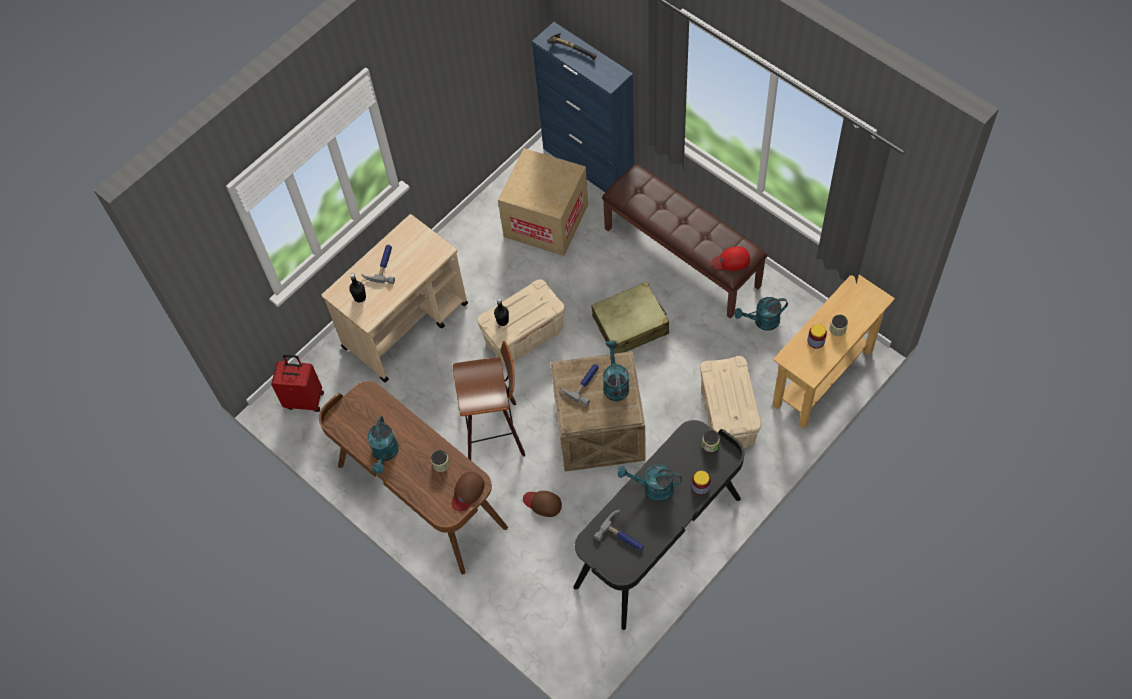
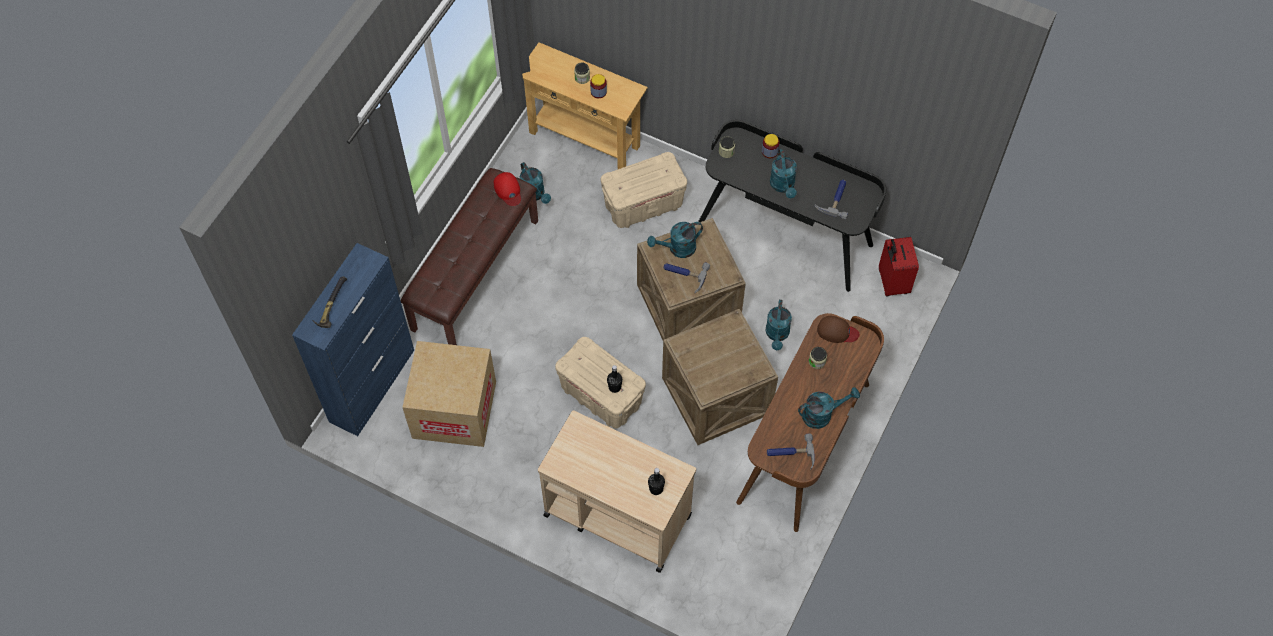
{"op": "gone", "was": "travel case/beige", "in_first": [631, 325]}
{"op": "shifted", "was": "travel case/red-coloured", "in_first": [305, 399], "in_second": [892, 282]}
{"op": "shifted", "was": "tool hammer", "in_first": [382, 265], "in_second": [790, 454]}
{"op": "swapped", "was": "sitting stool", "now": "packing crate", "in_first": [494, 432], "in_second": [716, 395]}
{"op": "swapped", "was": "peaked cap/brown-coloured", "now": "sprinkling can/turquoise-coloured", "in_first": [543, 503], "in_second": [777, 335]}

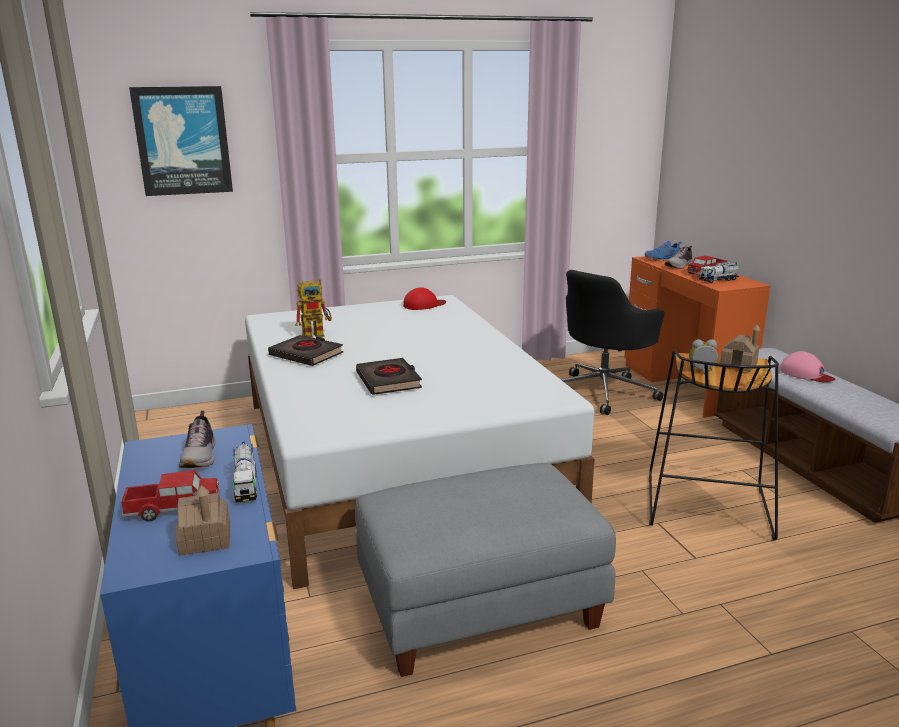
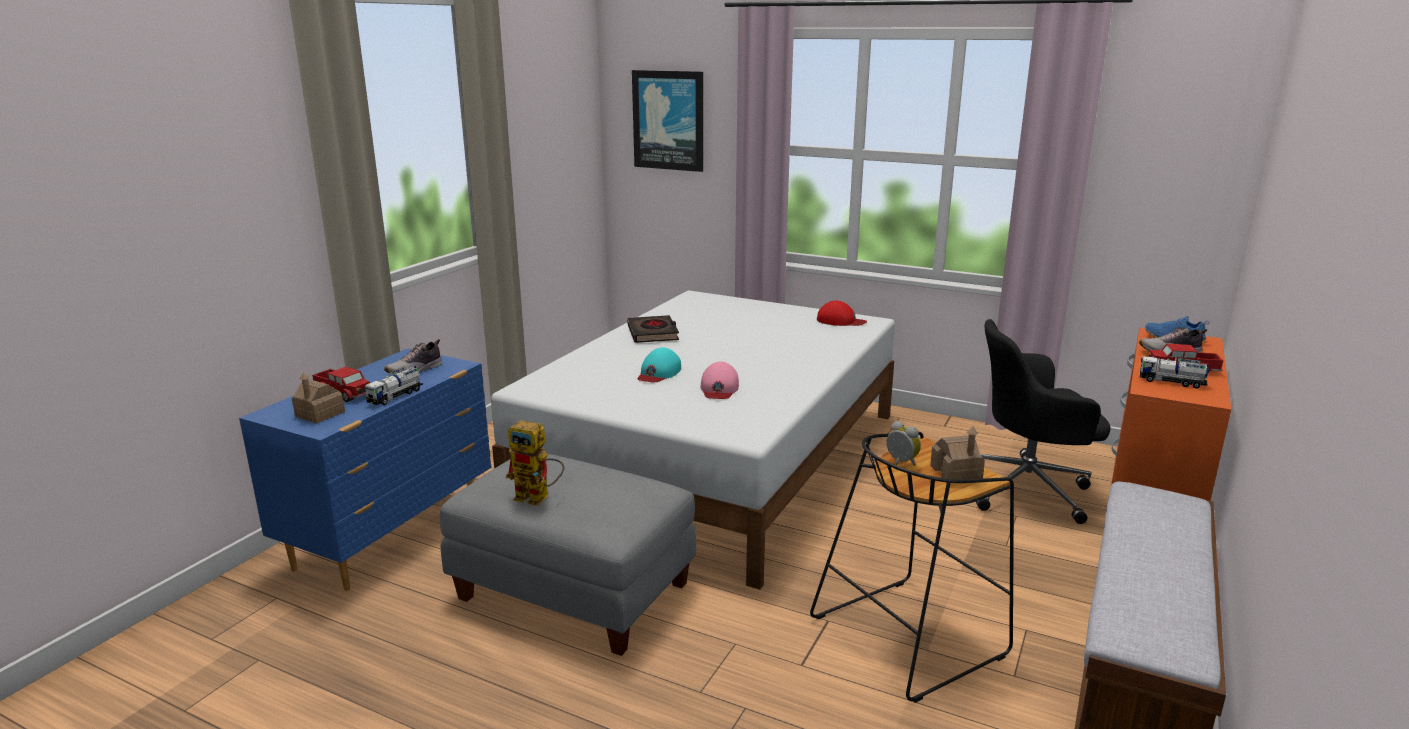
{"op": "shifted", "was": "model robot", "in_first": [317, 334], "in_second": [539, 498]}
{"op": "shifted", "was": "peaked cap/pink-coloured", "in_first": [806, 374], "in_second": [719, 388]}
{"op": "swapped", "was": "volume/black", "now": "peaked cap/turquoise-coloured", "in_first": [389, 381], "in_second": [658, 373]}

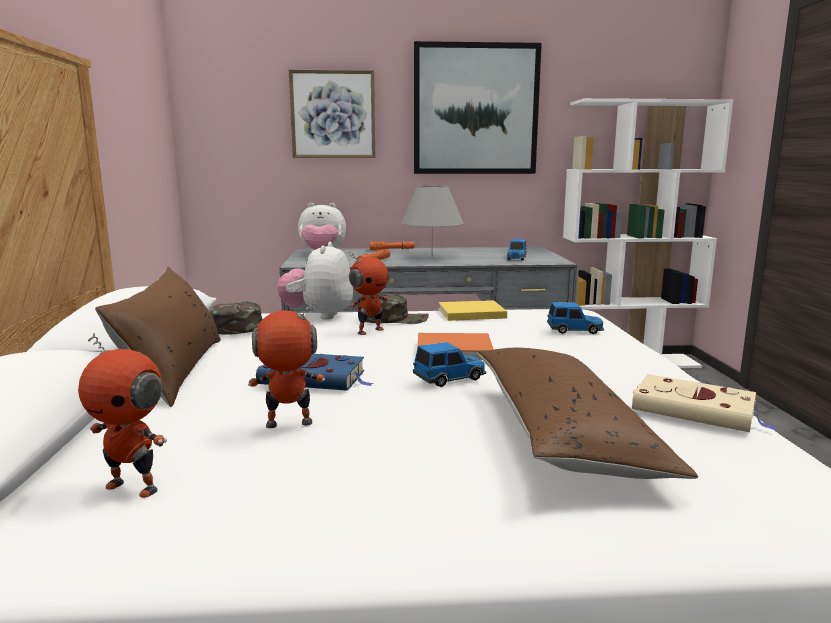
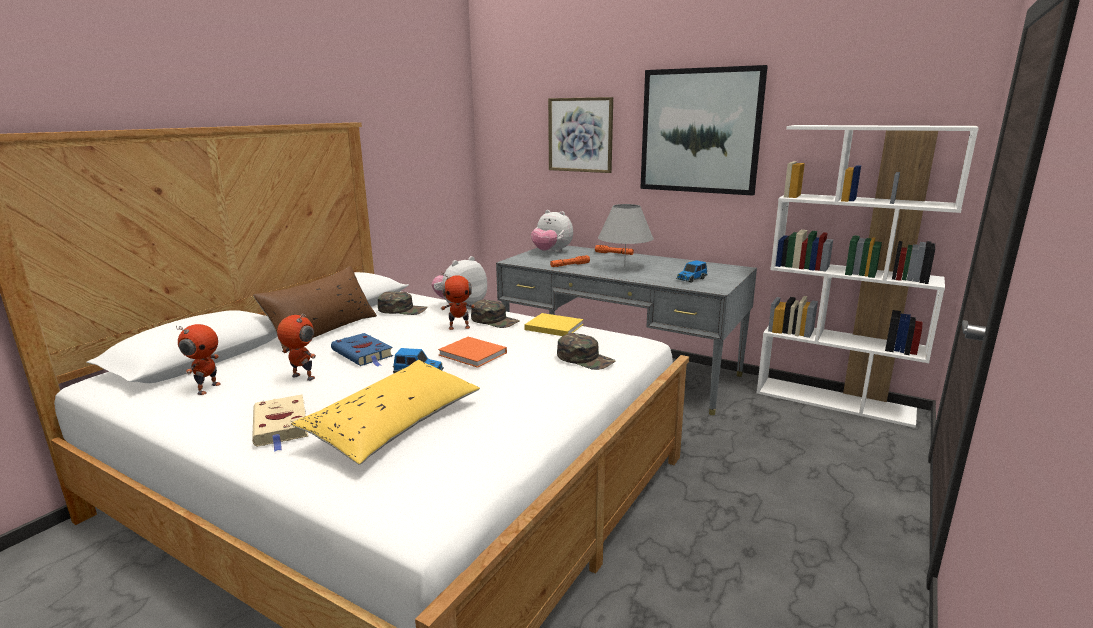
{"op": "shifted", "was": "volume/beige", "in_first": [697, 410], "in_second": [281, 426]}
{"op": "swapped", "was": "toy car", "now": "peaked cap/greenish", "in_first": [574, 330], "in_second": [585, 359]}
{"op": "repainted", "was": "pillow/brown-coloured", "now": "pillow/yellow-coloured", "in_first": [563, 433], "in_second": [395, 423]}
{"op": "rotated", "was": "model robot", "in_first": [134, 487], "in_second": [207, 388], "clockwise": -135}

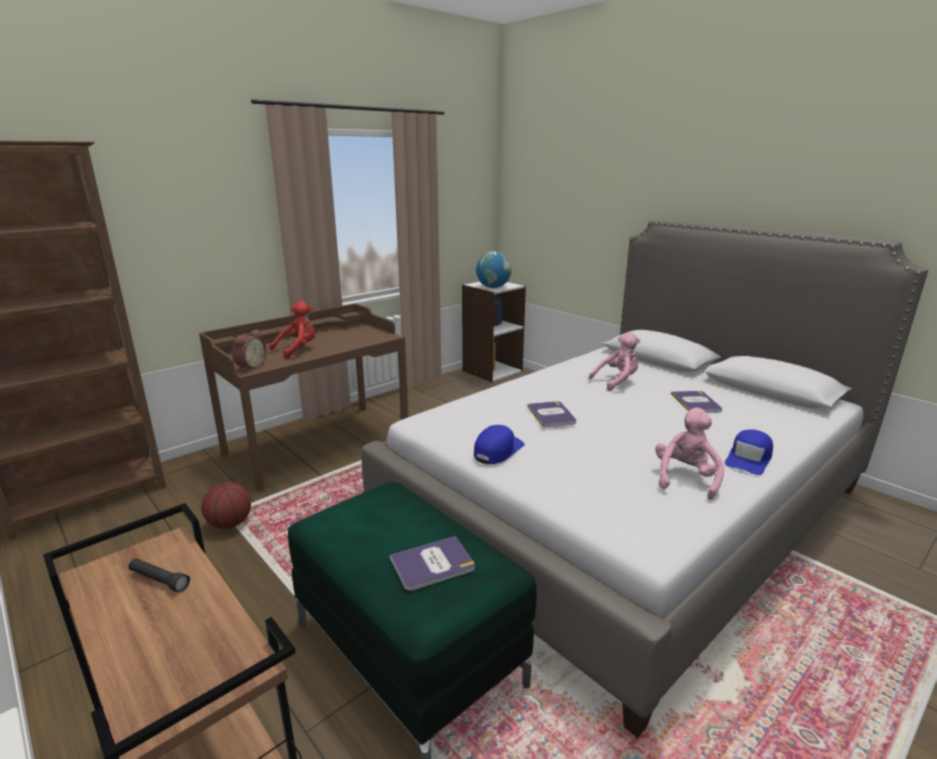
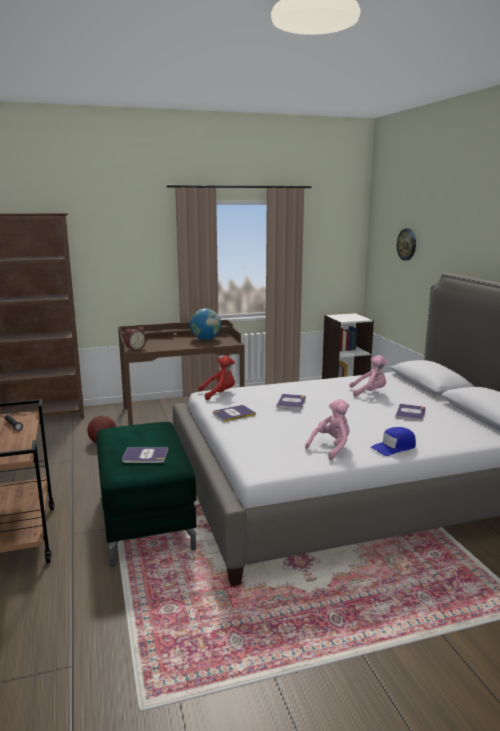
{"op": "new", "now": "hanging clock", "in_second": [407, 244]}
{"op": "shifted", "was": "soft toy/red-coloured", "in_first": [298, 350], "in_second": [219, 394]}
{"op": "shifted", "was": "globe", "in_first": [493, 287], "in_second": [206, 339]}
{"op": "swapped", "was": "peaked cap/blue-coloured", "now": "volume", "in_first": [498, 450], "in_second": [233, 414]}

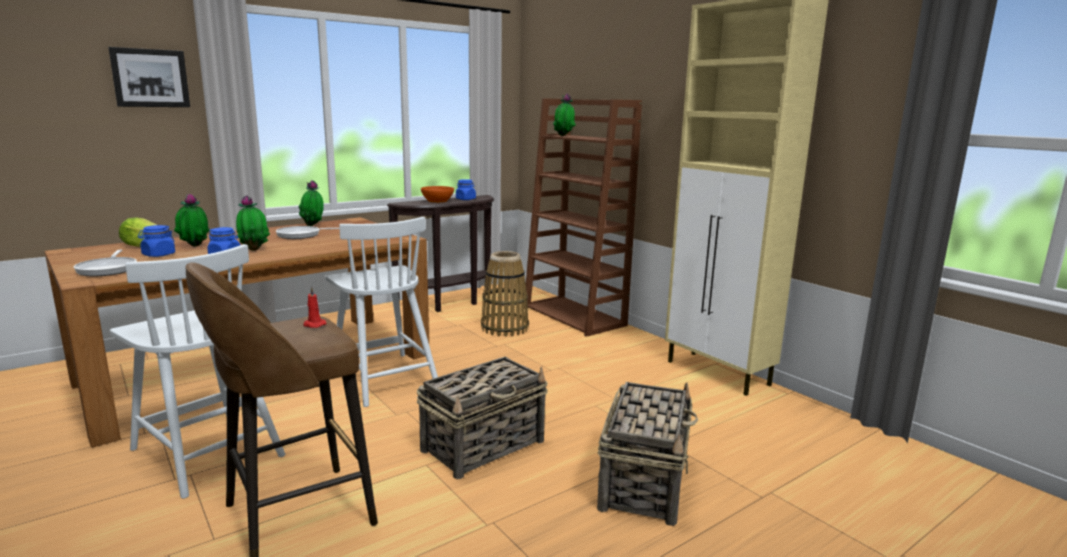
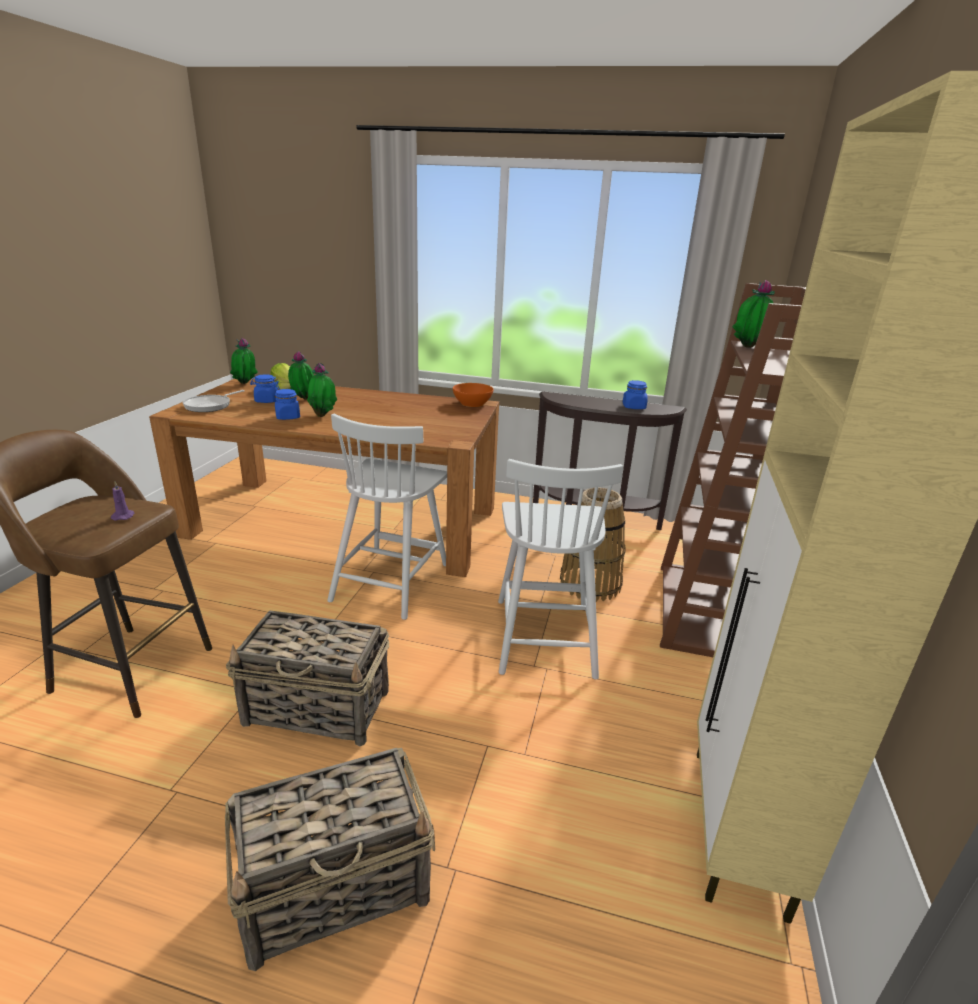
{"op": "gone", "was": "wall picture", "in_first": [150, 78]}
{"op": "gone", "was": "frying pan", "in_first": [301, 235]}
{"op": "shifted", "was": "plain chair/whitish", "in_first": [206, 451], "in_second": [544, 635]}
{"op": "shifted", "was": "potted plant", "in_first": [313, 226], "in_second": [245, 384]}
{"op": "shifted", "was": "bowl/orange-coloured", "in_first": [437, 201], "in_second": [472, 403]}
{"op": "repainted", "was": "wax light/red-coloured", "now": "wax light/purple-coloured", "in_first": [313, 325], "in_second": [123, 516]}

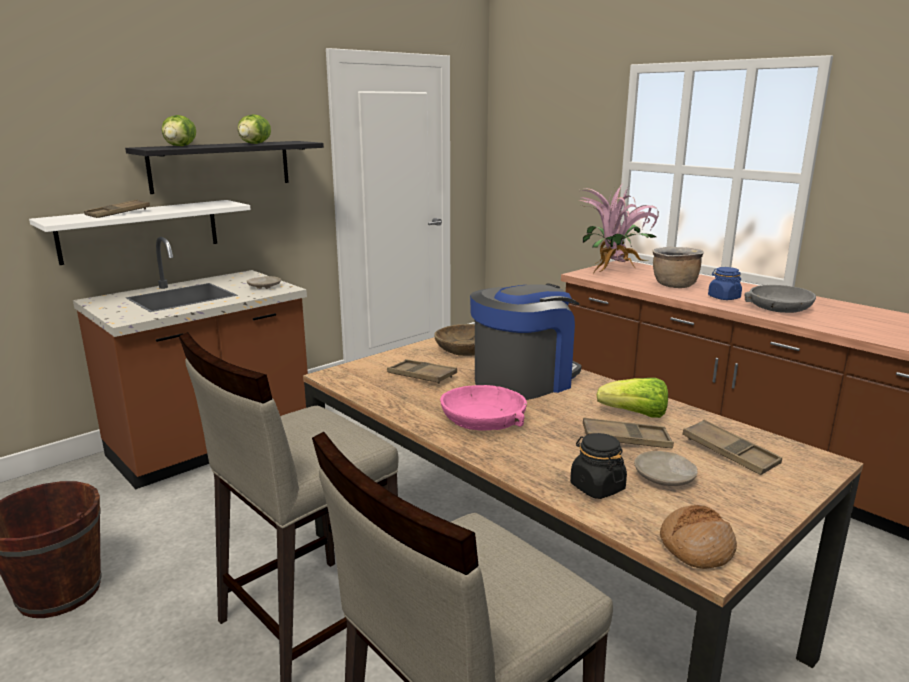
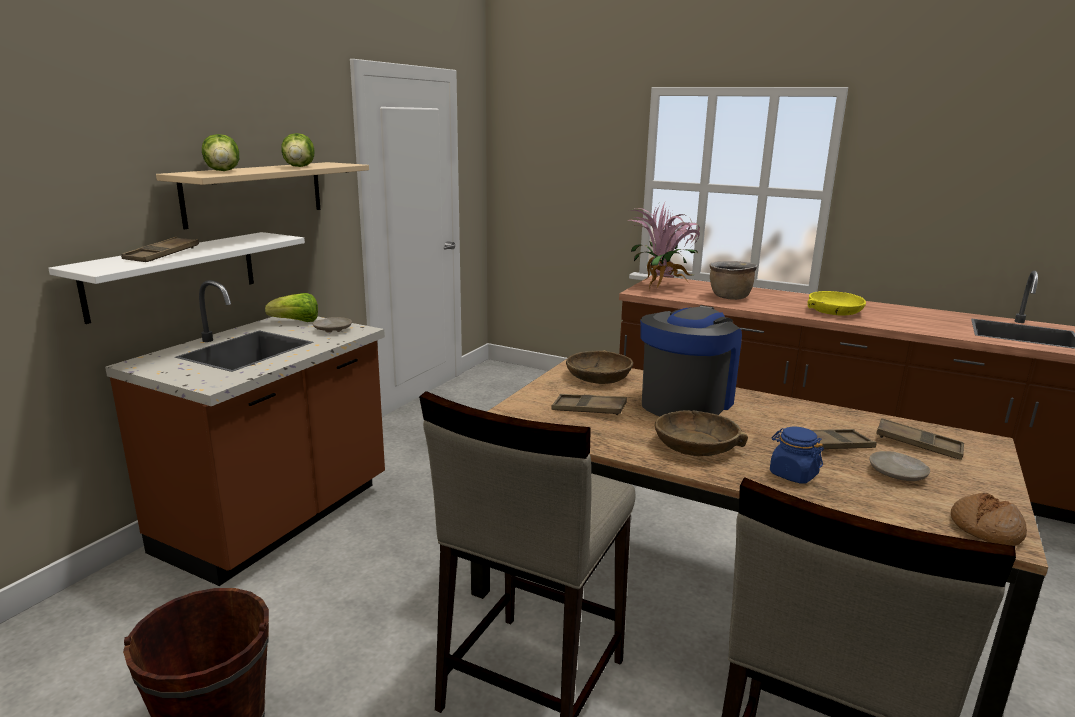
{"op": "gone", "was": "preserve jar/black", "in_first": [597, 487]}
{"op": "shifted", "was": "lettuce head", "in_first": [635, 414], "in_second": [296, 322]}
{"op": "shifted", "was": "preserve jar/blue-coloured", "in_first": [723, 298], "in_second": [793, 474]}
{"op": "repainted", "was": "shelf/black", "now": "shelf/beige", "in_first": [221, 166], "in_second": [255, 193]}
{"op": "repainted", "was": "bowl/pink-coloured", "now": "bowl/brown-coloured", "in_first": [484, 420], "in_second": [696, 445]}
{"op": "repainted", "was": "bowl/grey", "now": "bowl/yellow-coloured", "in_first": [779, 308], "in_second": [834, 311]}

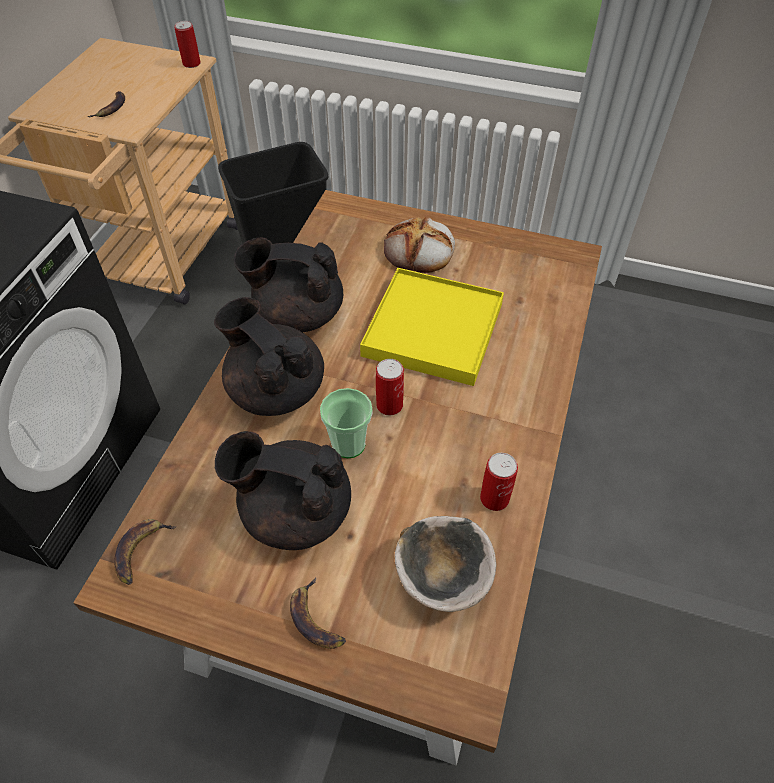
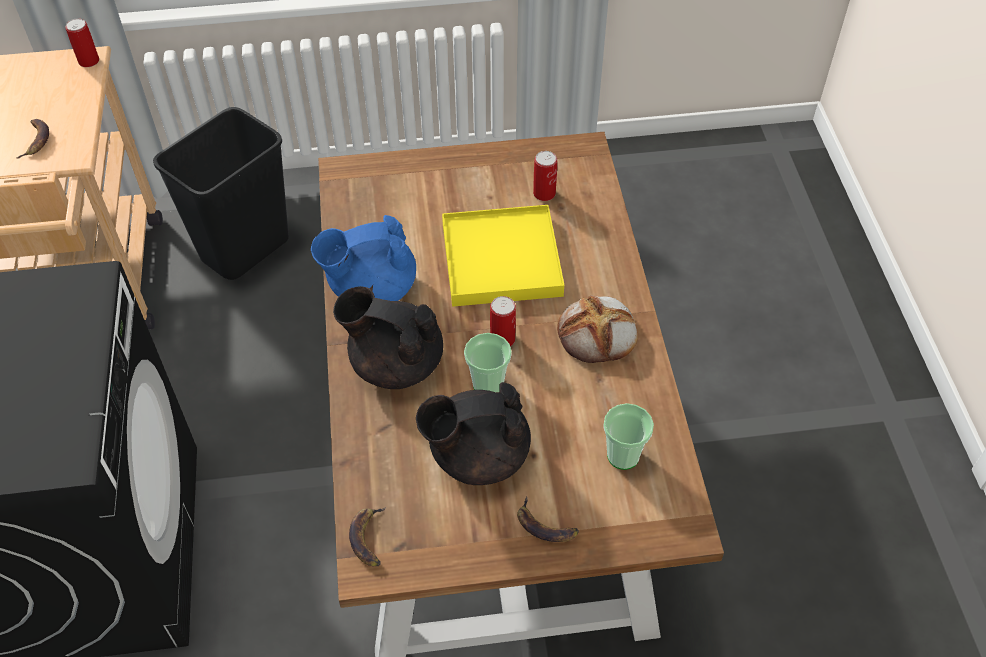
{"op": "shifted", "was": "baked bread", "in_first": [420, 251], "in_second": [598, 334]}
{"op": "shifted", "was": "can", "in_first": [494, 498], "in_second": [544, 193]}
{"op": "swapped", "was": "bowl", "now": "small cup", "in_first": [442, 577], "in_second": [623, 456]}
{"op": "repainted", "was": "tea pot/black", "now": "tea pot/blue-coloured", "in_first": [298, 314], "in_second": [371, 289]}

